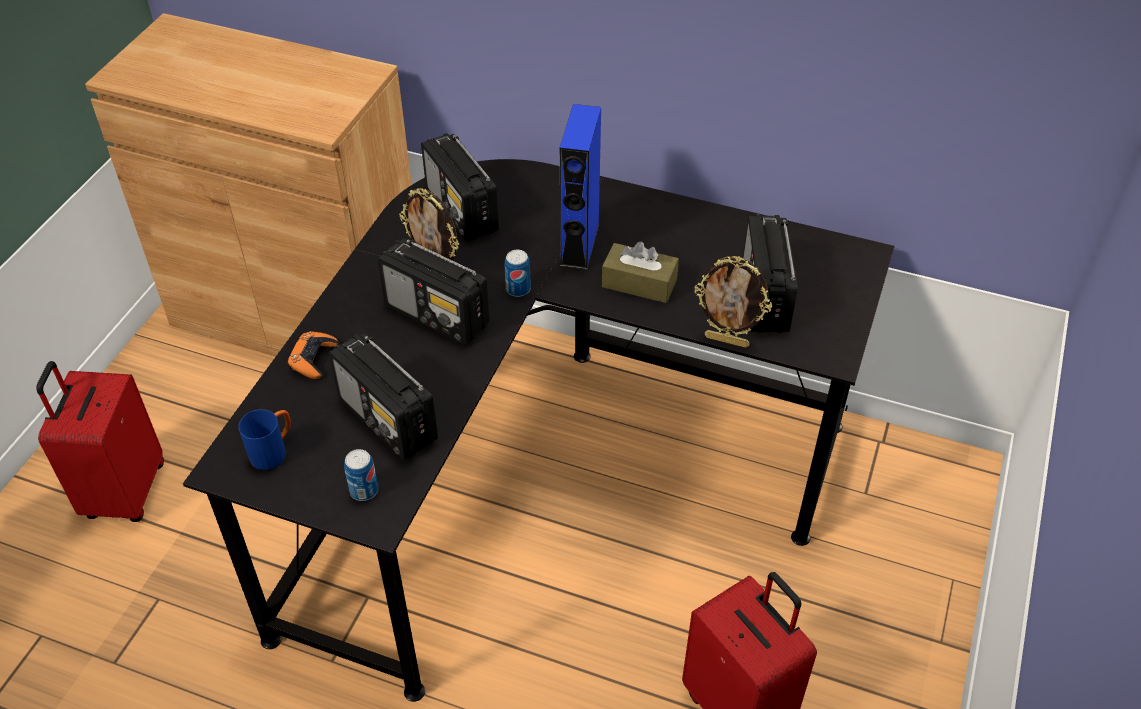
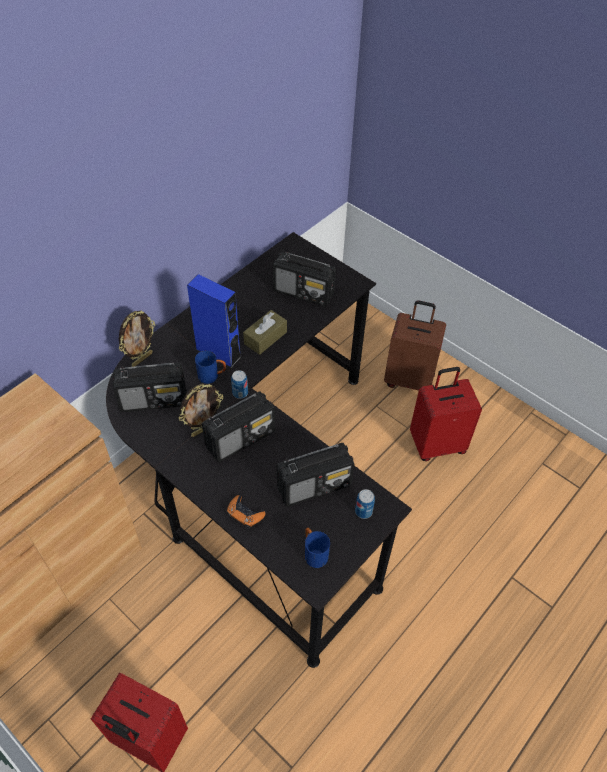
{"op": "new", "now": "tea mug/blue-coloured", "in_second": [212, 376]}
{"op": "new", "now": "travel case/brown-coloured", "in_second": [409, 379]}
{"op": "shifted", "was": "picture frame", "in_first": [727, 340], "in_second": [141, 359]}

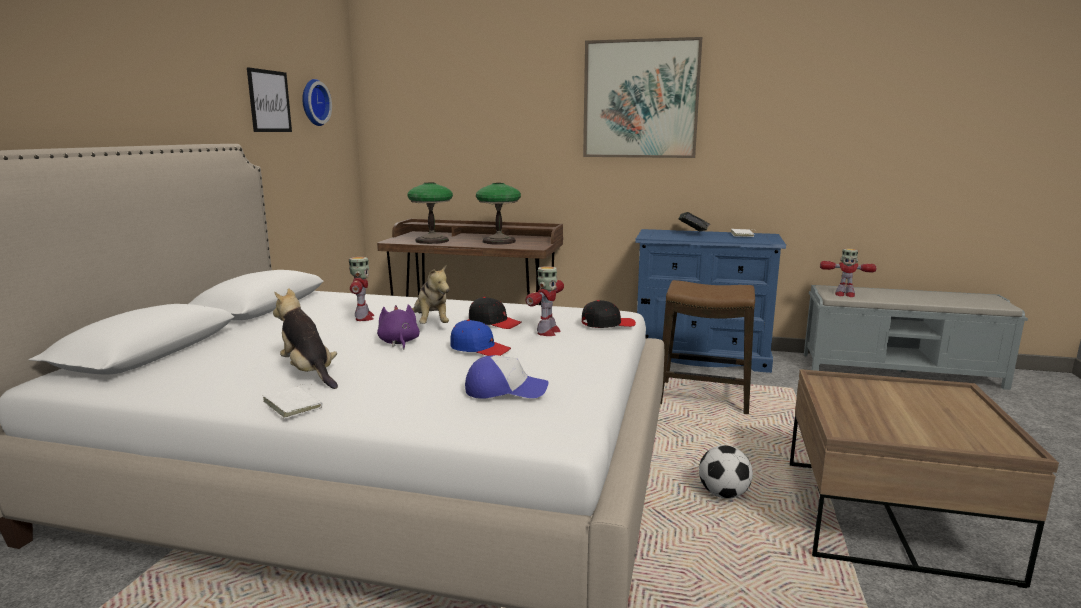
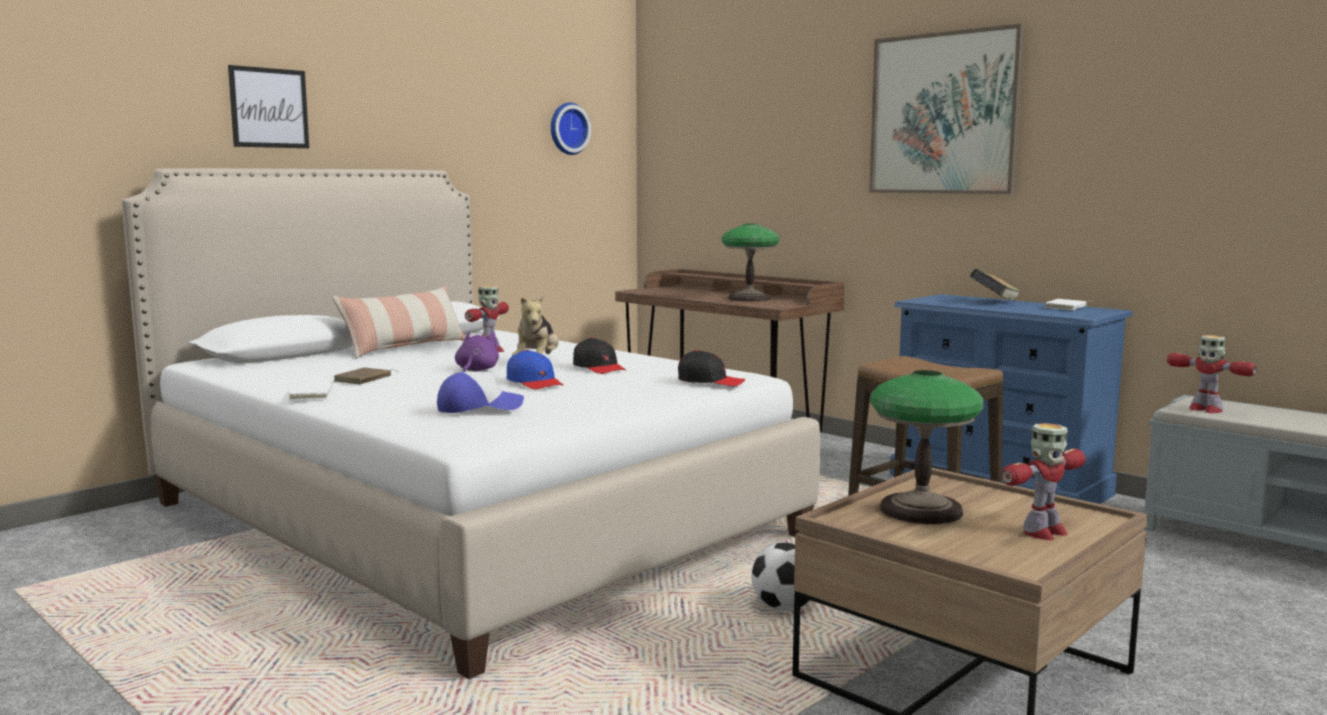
{"op": "new", "now": "pillow", "in_second": [405, 347]}
{"op": "shifted", "was": "wall picture", "in_first": [269, 101], "in_second": [269, 108]}
{"op": "shifted", "was": "lamp for a table", "in_first": [432, 241], "in_second": [920, 510]}
{"op": "shifted", "was": "model robot", "in_first": [547, 332], "in_second": [1043, 532]}
{"op": "swapped", "was": "soft toy", "now": "volume/brown-coloured", "in_first": [309, 373], "in_second": [364, 379]}
{"op": "rotated", "was": "peaked cap", "in_first": [505, 390], "in_second": [479, 407], "clockwise": -45}

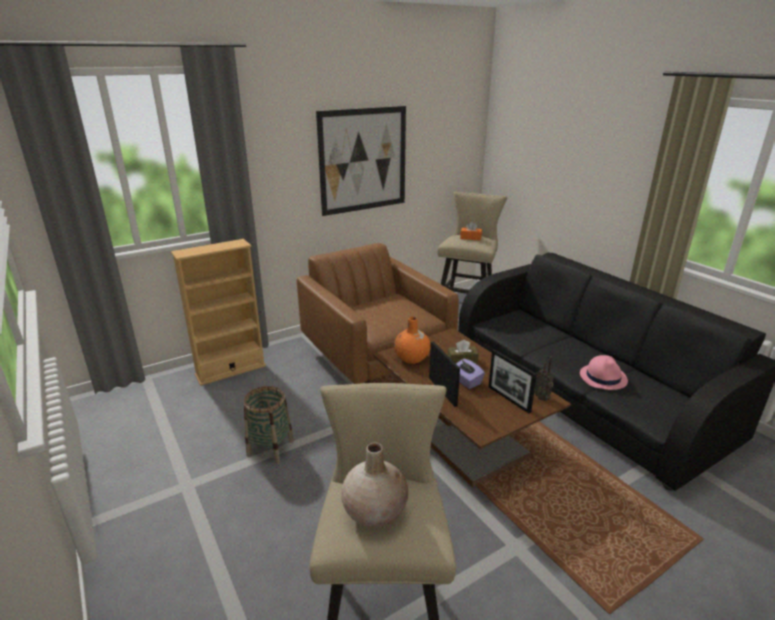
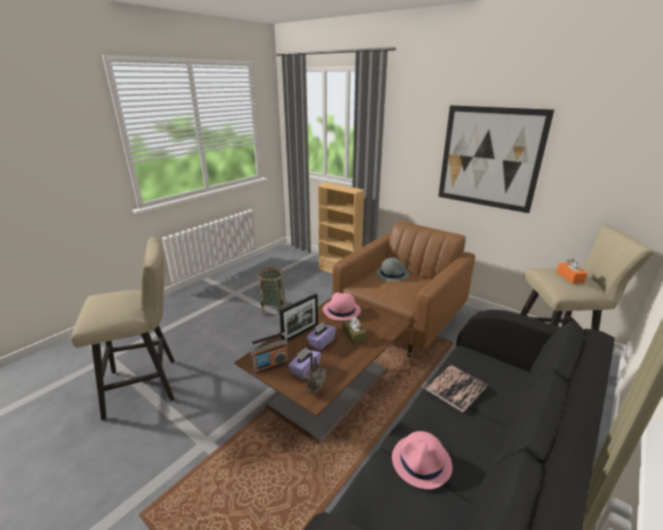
{"op": "gone", "was": "flower vase/beige", "in_first": [375, 511]}
{"op": "new", "now": "radio", "in_second": [270, 365]}
{"op": "new", "now": "clothing hat/grey", "in_second": [392, 274]}
{"op": "new", "now": "volume", "in_second": [455, 388]}
{"op": "swapped", "was": "flower vase/orange-coloured", "now": "clothing hat/pink-coloured", "in_first": [411, 358], "in_second": [341, 310]}
{"op": "swapped", "was": "picture frame", "now": "tissue holder/purple-coloured", "in_first": [508, 399], "in_second": [305, 370]}

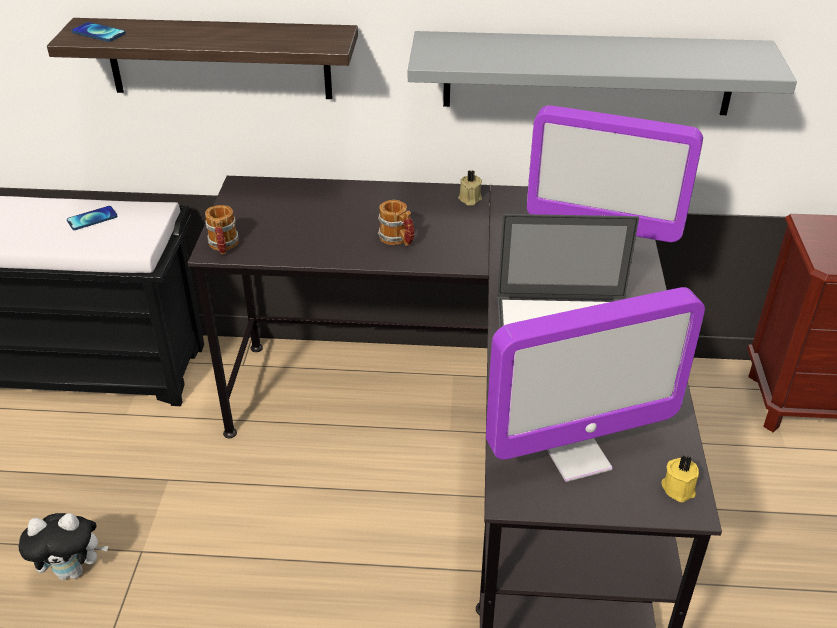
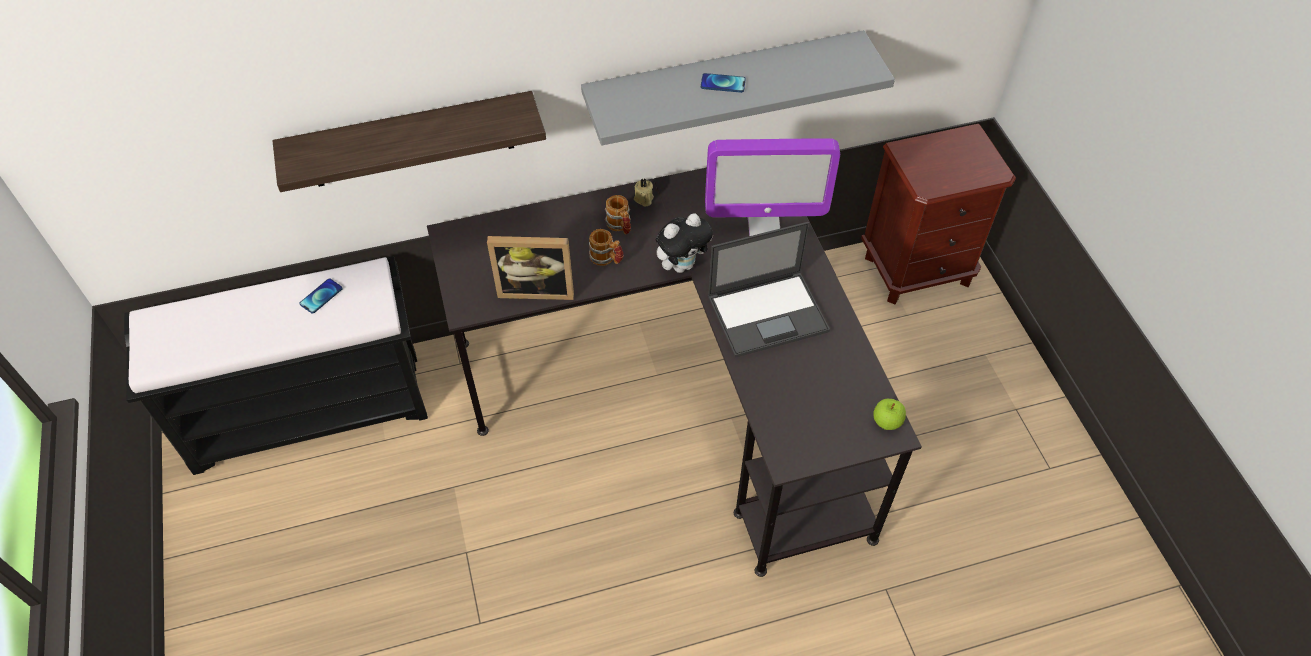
{"op": "gone", "was": "computer screen", "in_first": [576, 456]}
{"op": "new", "now": "picture frame", "in_second": [536, 288]}
{"op": "shifted", "was": "soft toy", "in_first": [73, 570], "in_second": [682, 265]}
{"op": "shifted", "was": "handset", "in_first": [98, 33], "in_second": [723, 84]}
{"op": "shifted", "was": "tea mug", "in_first": [223, 246], "in_second": [620, 226]}
{"op": "swapped", "was": "wax light/yellow-coloured", "now": "whole apple", "in_first": [679, 487], "in_second": [886, 422]}

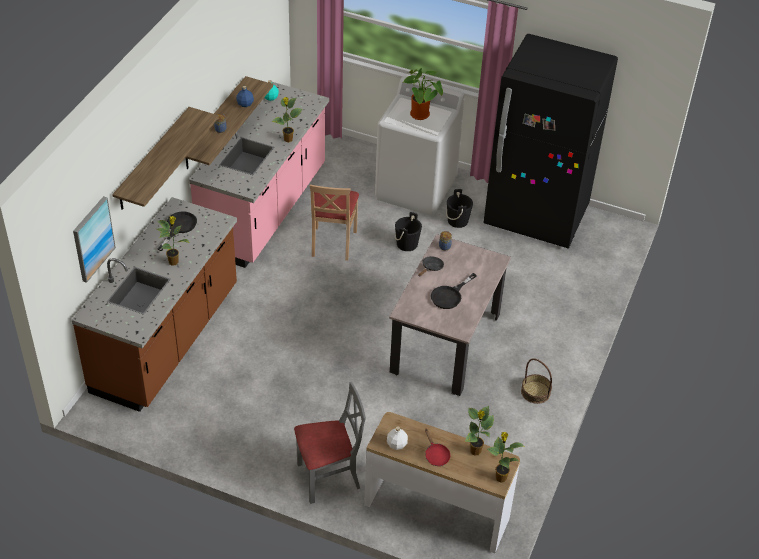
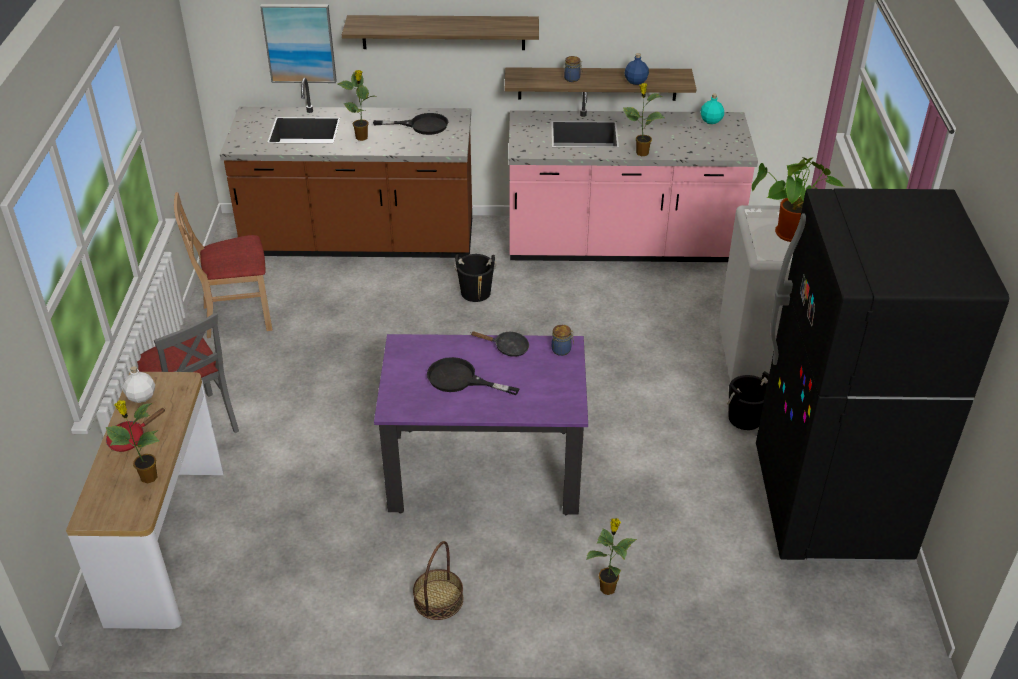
{"op": "shifted", "was": "plain chair/beige", "in_first": [332, 243], "in_second": [237, 316]}
{"op": "shifted", "was": "pail/black", "in_first": [407, 244], "in_second": [475, 293]}
{"op": "shifted", "was": "potted plant", "in_first": [500, 477], "in_second": [608, 587]}
{"op": "repainted", "was": "dinner table/beige", "now": "dinner table/purple-coloured", "in_first": [445, 343], "in_second": [485, 471]}

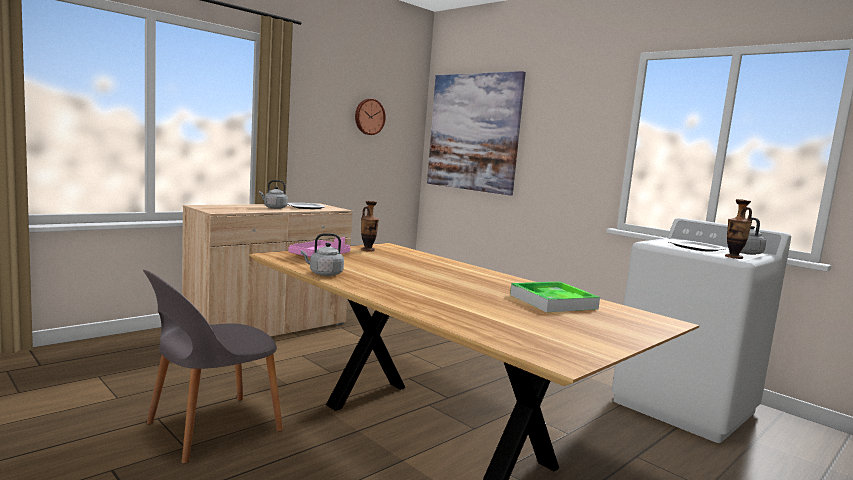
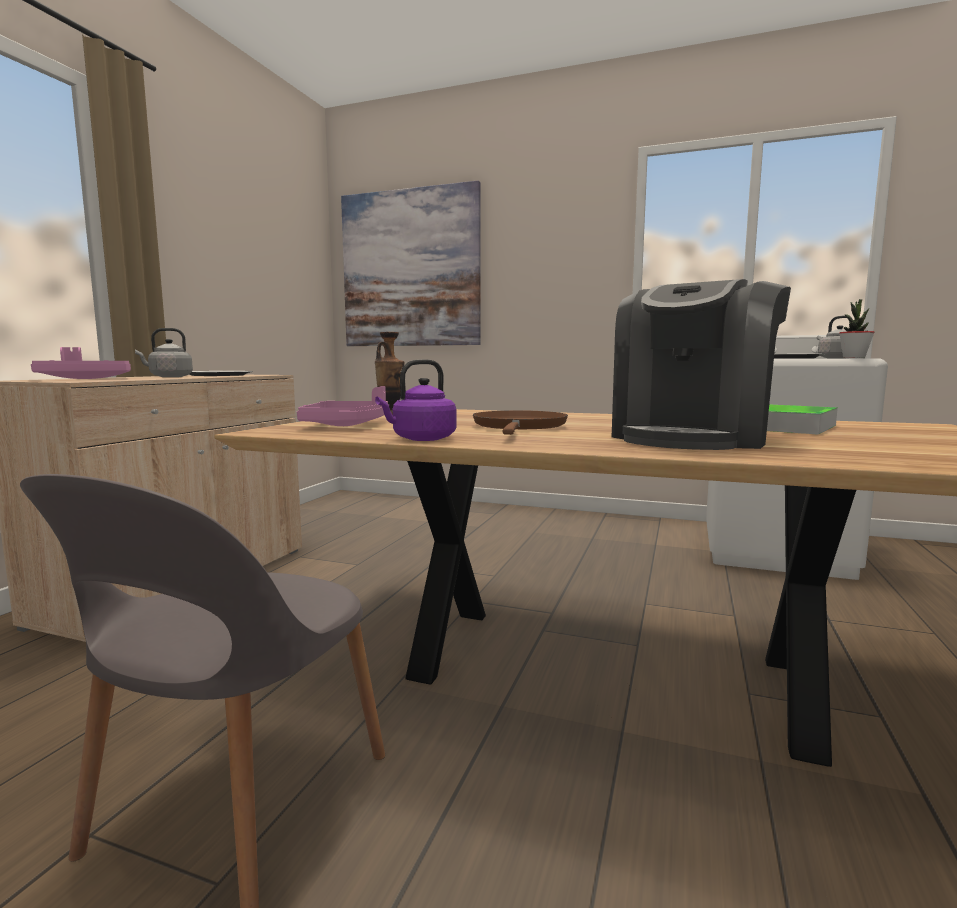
{"op": "gone", "was": "hanging clock", "in_first": [369, 117]}
{"op": "new", "now": "tray/pink-coloured", "in_second": [85, 379]}
{"op": "new", "now": "frying pan/brown-coloured", "in_second": [519, 427]}
{"op": "new", "now": "coffee brewer", "in_second": [692, 437]}
{"op": "swapped", "was": "flower vase", "now": "potted plant", "in_first": [733, 257], "in_second": [853, 358]}
{"op": "repainted", "was": "kettle/grey", "now": "kettle/purple-coloured", "in_first": [324, 274], "in_second": [421, 439]}

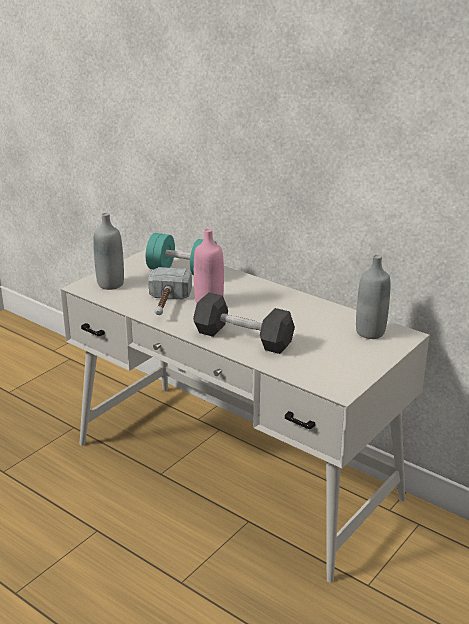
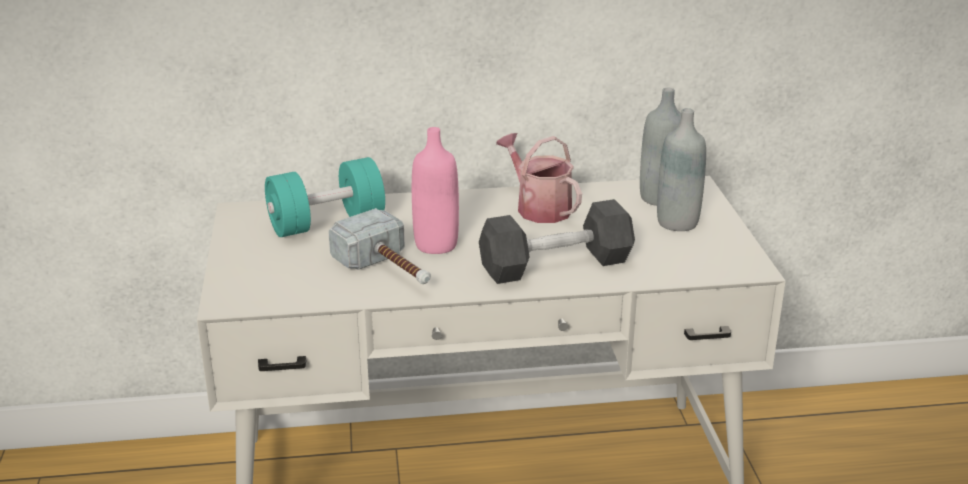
{"op": "new", "now": "sprinkling can", "in_second": [539, 207]}
{"op": "shifted", "was": "drink bottle/grey", "in_first": [110, 284], "in_second": [677, 222]}

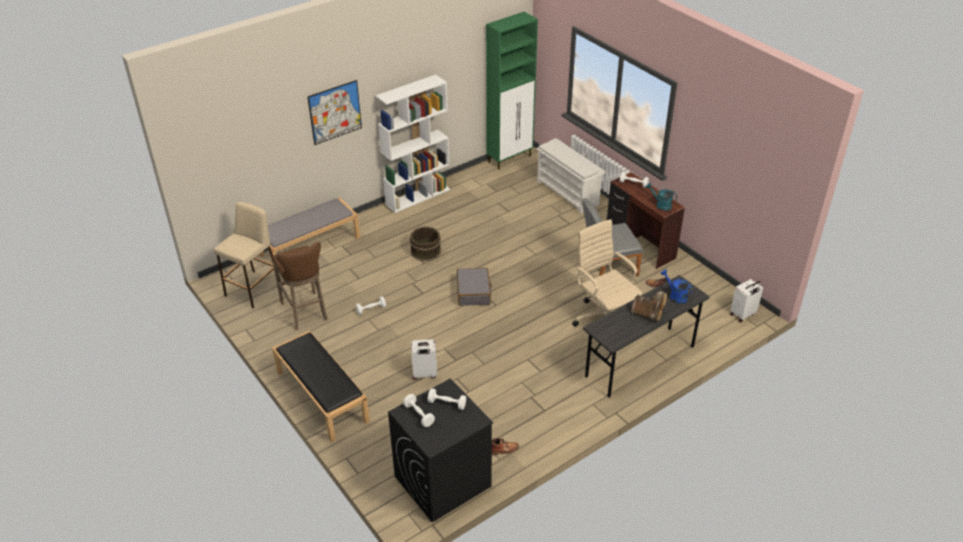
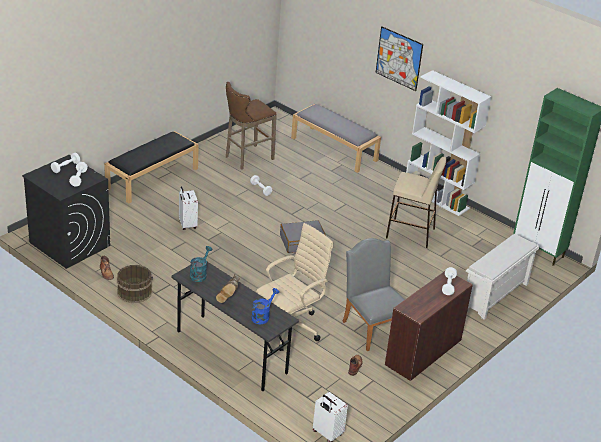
{"op": "shifted", "was": "sitting stool/beige", "in_first": [253, 289], "in_second": [411, 233]}
{"op": "shifted", "was": "pail/brown-coloured", "in_first": [425, 251], "in_second": [134, 292]}
{"op": "shifted", "was": "sprinkling can/turquoise-coloured", "in_first": [660, 205], "in_second": [199, 274]}

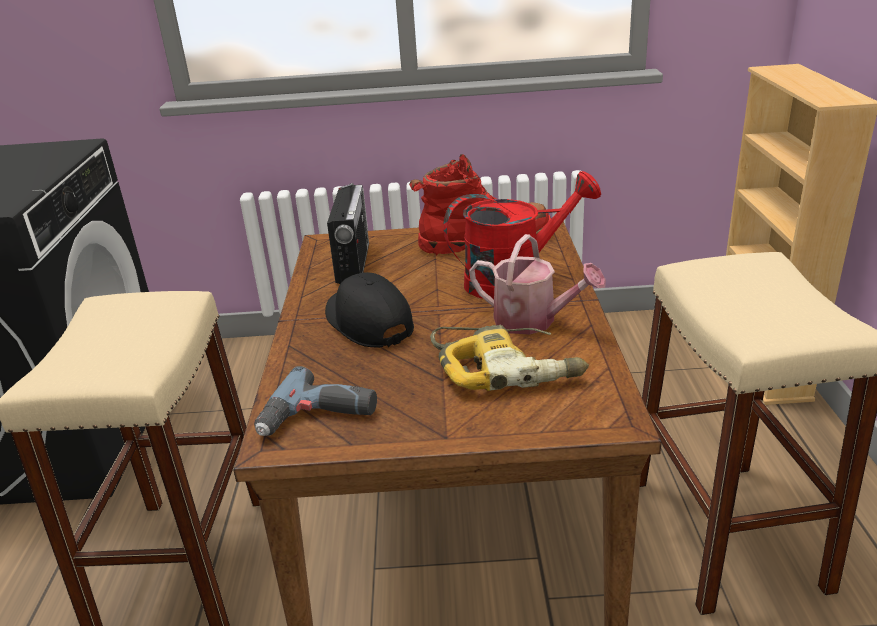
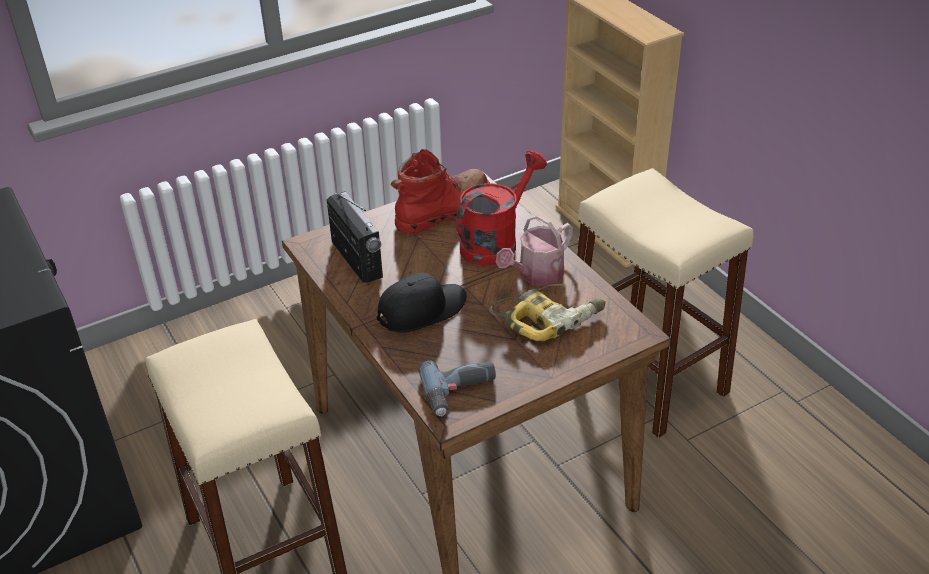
{"op": "rotated", "was": "peaked cap/black", "in_first": [367, 322], "in_second": [422, 310], "clockwise": 120}
{"op": "rotated", "was": "sprinkling can", "in_first": [533, 321], "in_second": [536, 275], "clockwise": 135}

